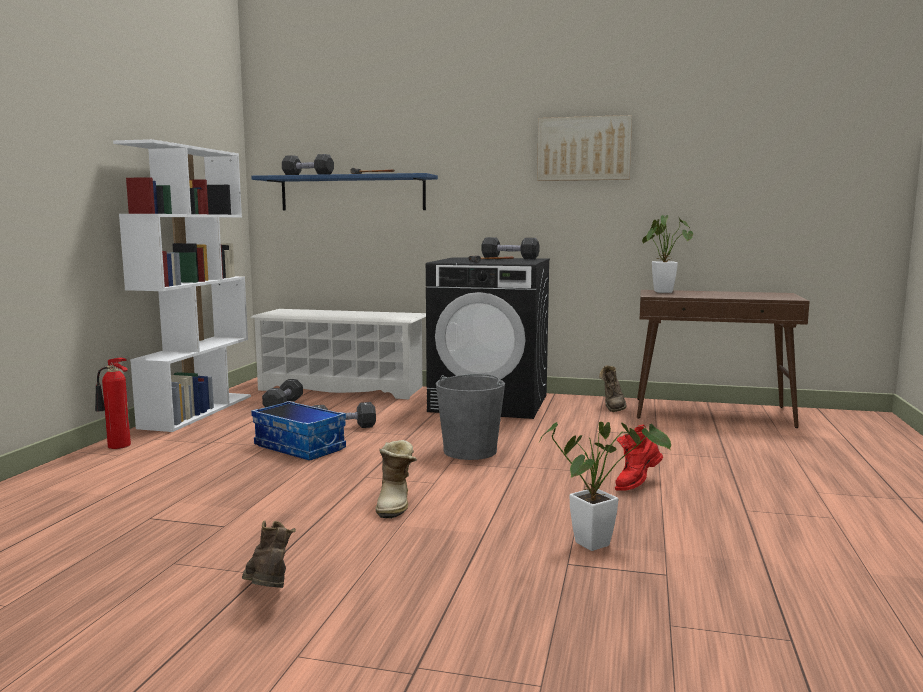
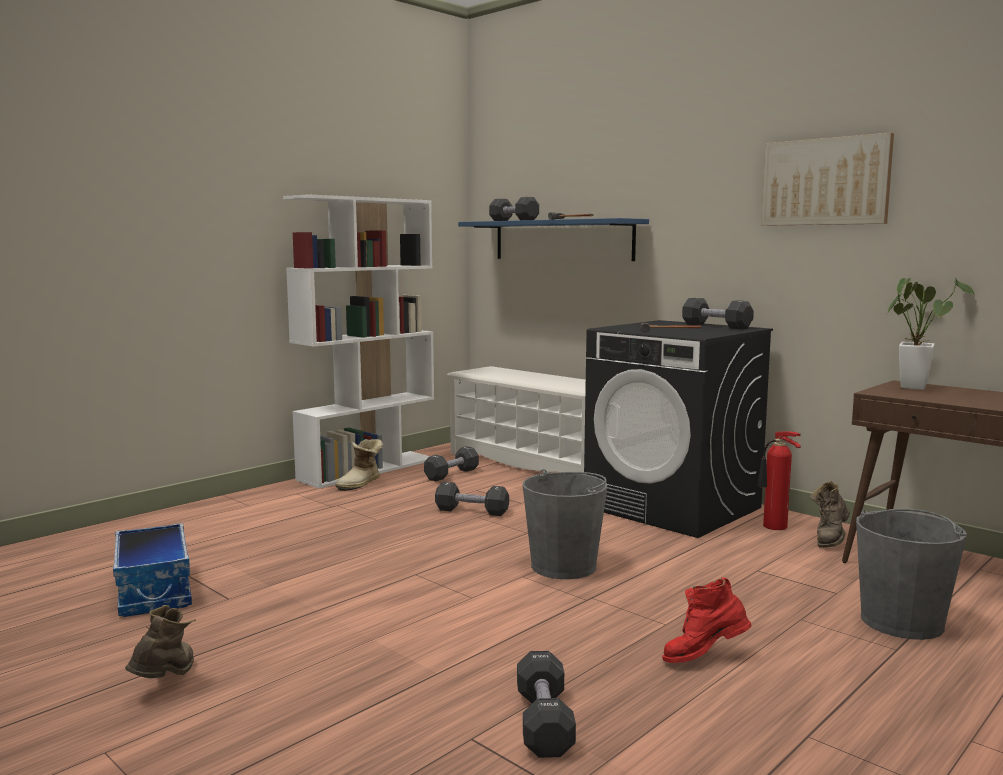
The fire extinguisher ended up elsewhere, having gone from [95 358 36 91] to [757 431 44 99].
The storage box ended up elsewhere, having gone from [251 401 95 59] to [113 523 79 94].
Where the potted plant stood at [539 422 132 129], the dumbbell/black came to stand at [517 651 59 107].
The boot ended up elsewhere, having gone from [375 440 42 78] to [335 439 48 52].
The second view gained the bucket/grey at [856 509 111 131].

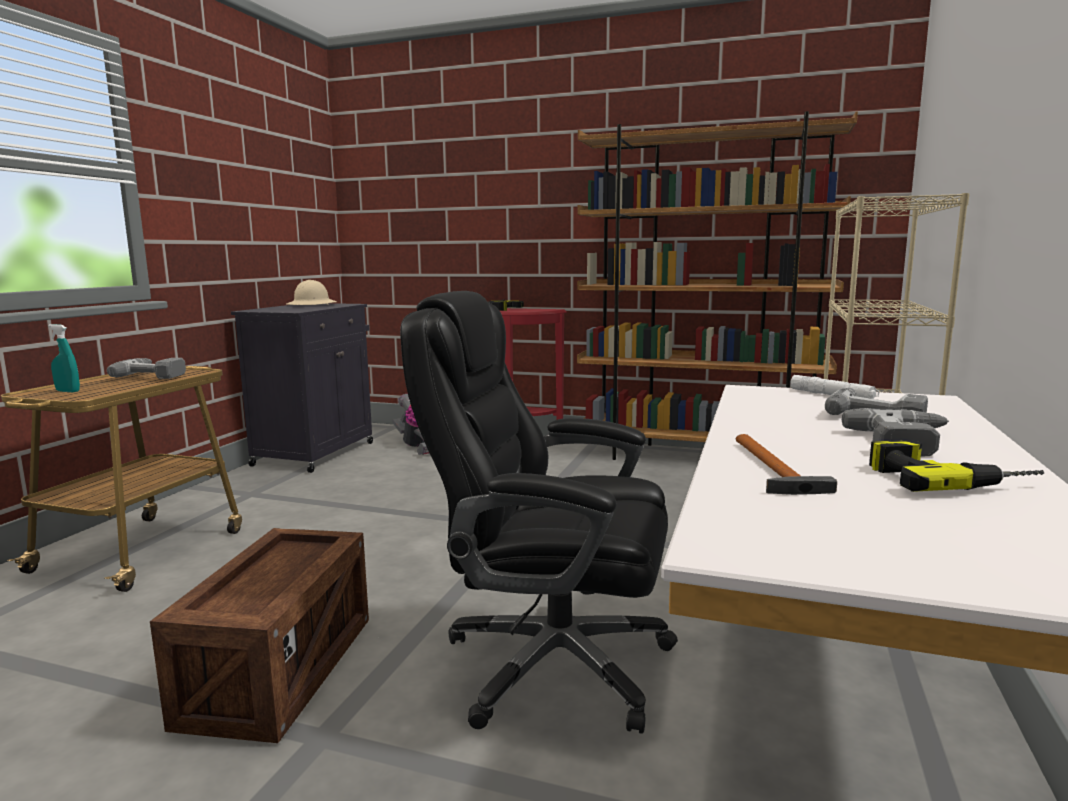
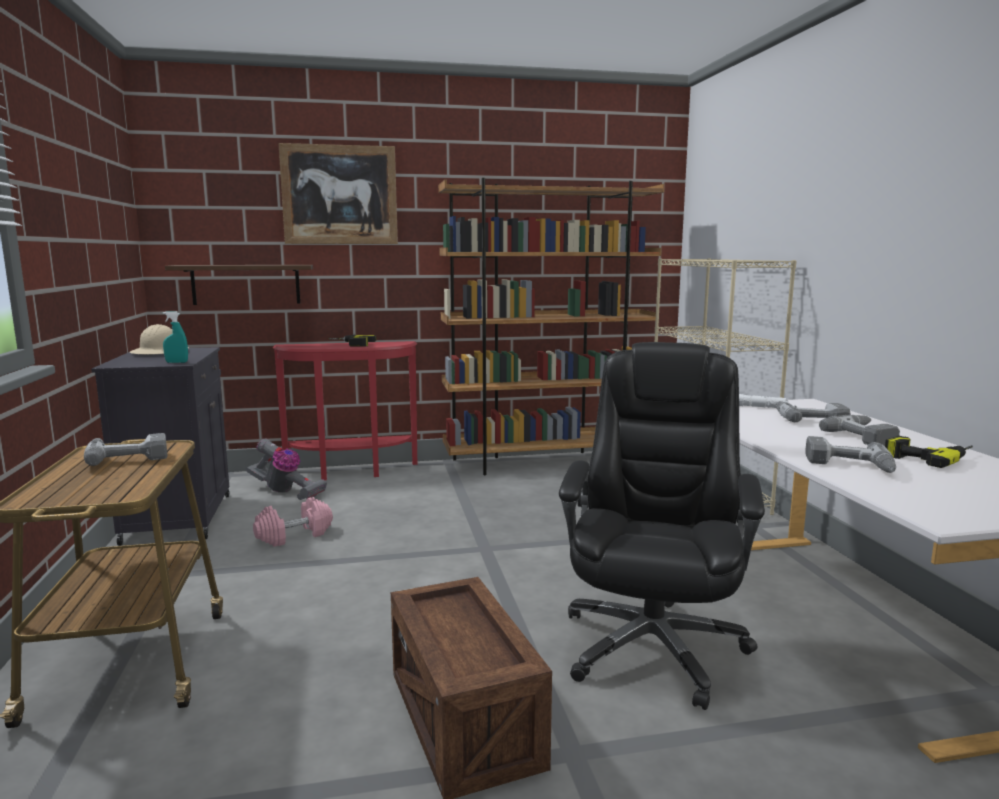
The office chair/black at [400 291 278 443] ended up facing another way, 120 degrees clockwise from before.
The spray bottle/turquoise ended up elsewhere, having gone from [48 324 32 68] to [163 312 25 51].
Where the hammer stood at [736 434 101 61], the power drill came to stand at [806 436 90 37].
The second view gained the picture at [278 143 120 101].
The second view gained the shelf at [165 265 148 40].
The second view gained the dumbbell/pink at [253 497 80 50].

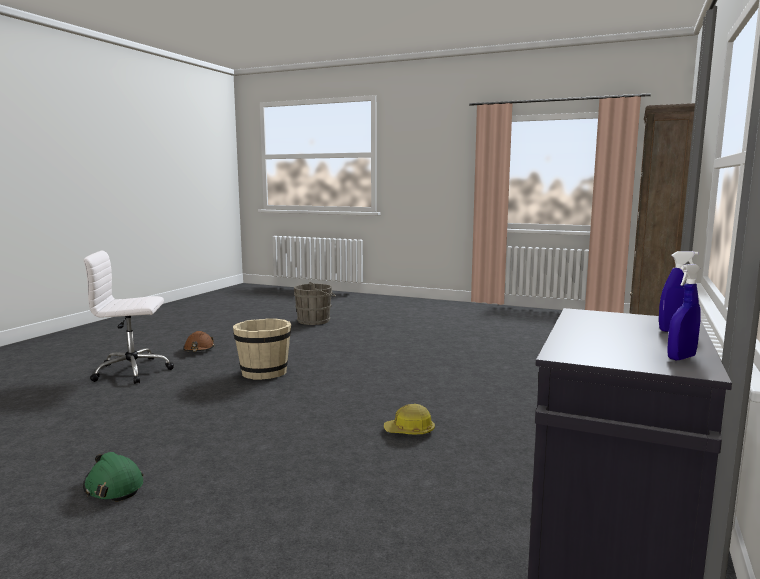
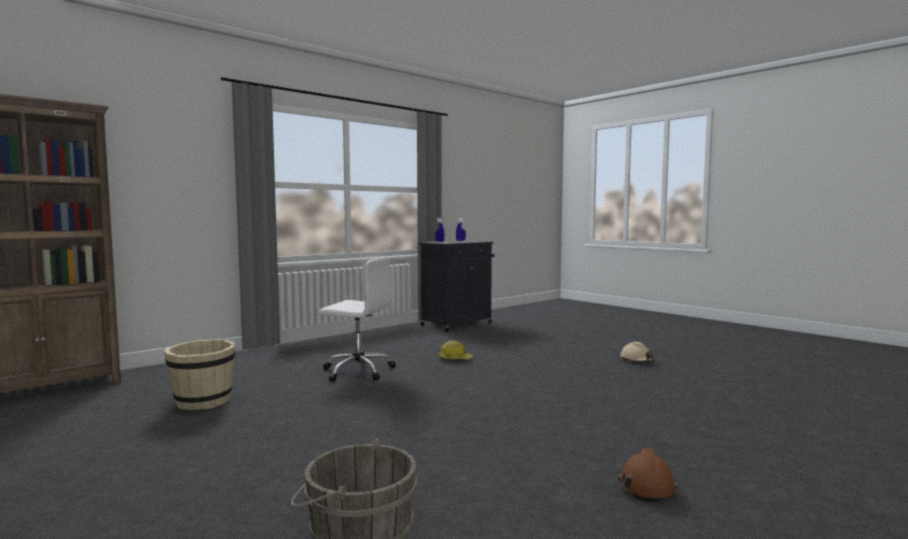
The office chair/white ended up elsewhere, having gone from [84 251 90 133] to [318 257 78 125].
The bucket/beige ended up elsewhere, having gone from [233 318 58 62] to [164 339 71 71].
What was the hard hat/green at [83 452 60 50] turned into the hard hat/beige at [620 342 35 20].

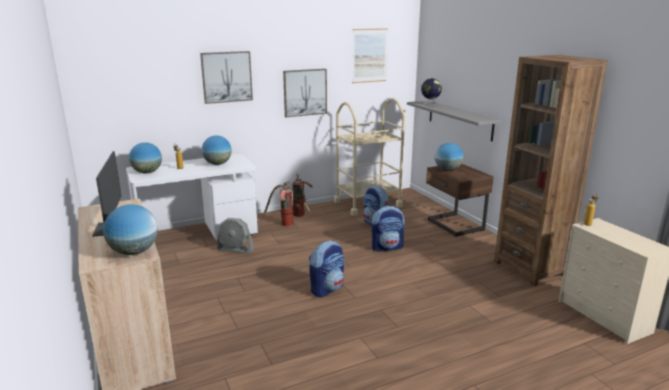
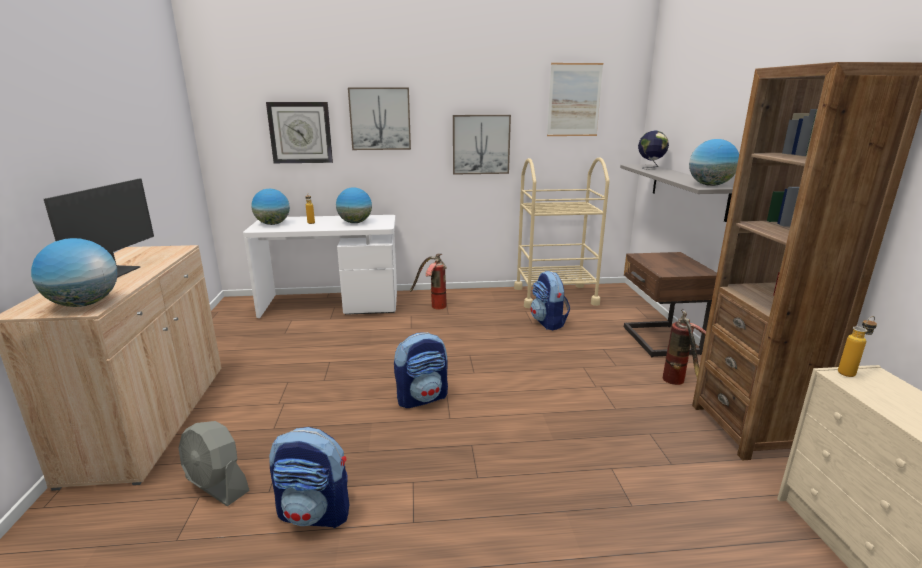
The globe ended up elsewhere, having gone from [435 143 28 28] to [689 139 50 47].
The fire extinguisher ended up elsewhere, having gone from [292 173 21 44] to [662 309 44 76].
The backpack ended up elsewhere, having gone from [371 206 33 45] to [269 427 80 101].
The fan/grey ended up elsewhere, having gone from [217 218 37 36] to [178 421 72 85].
The second view gained the wall clock at [266 102 67 61].

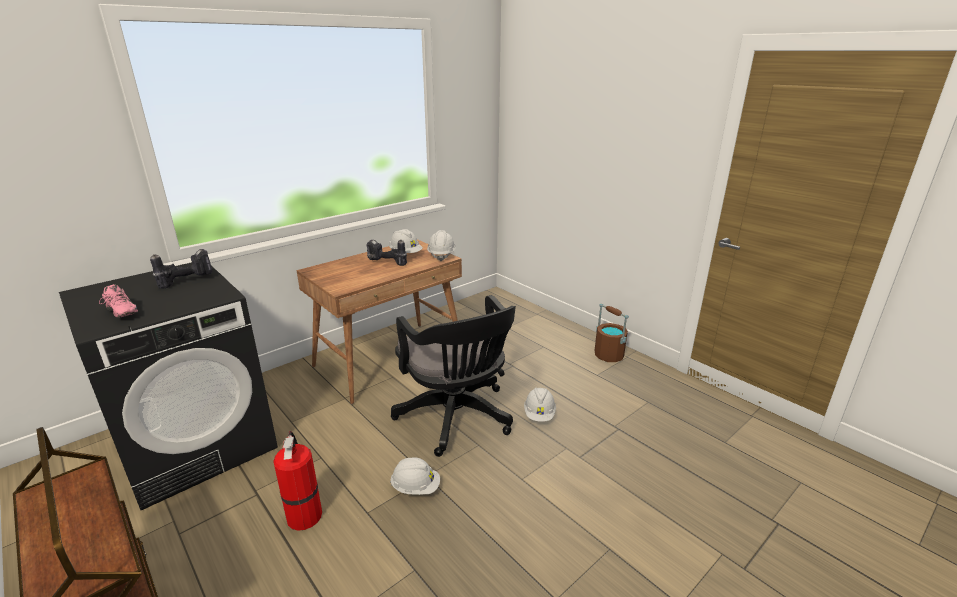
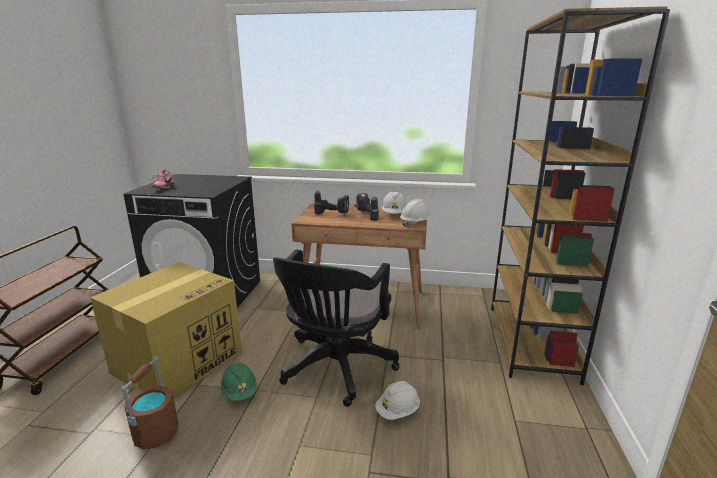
The power drill ended up elsewhere, having gone from [150 249 62 40] to [314 191 35 23].
The bucket/brown ended up elsewhere, having gone from [594 303 35 59] to [121 357 57 93].
Where the fire extinguisher stood at [273 431 49 100], the cardboard box came to stand at [90 262 152 136].
What was the hard hat/white at [390 457 50 38] turned into the hard hat/green at [221 362 36 39].
The second view gained the bookcase/brown at [491 6 179 379].

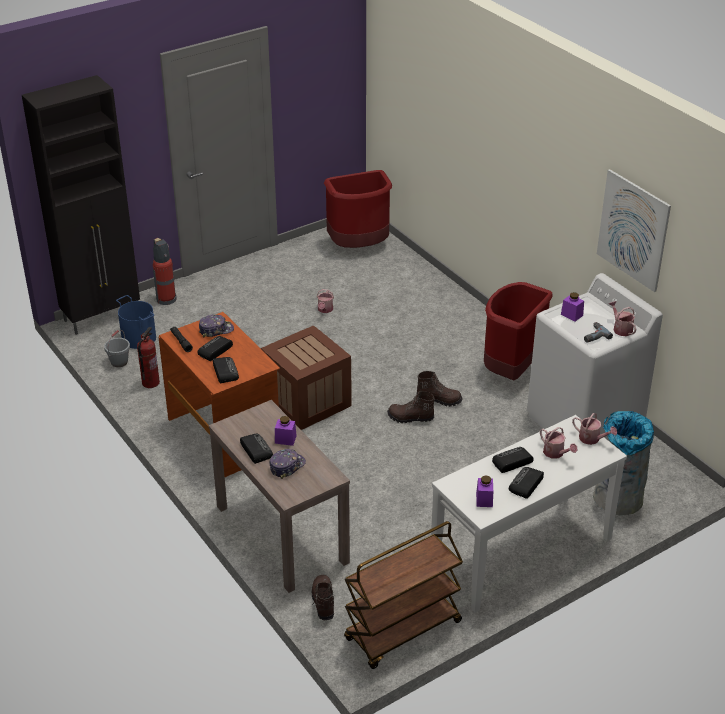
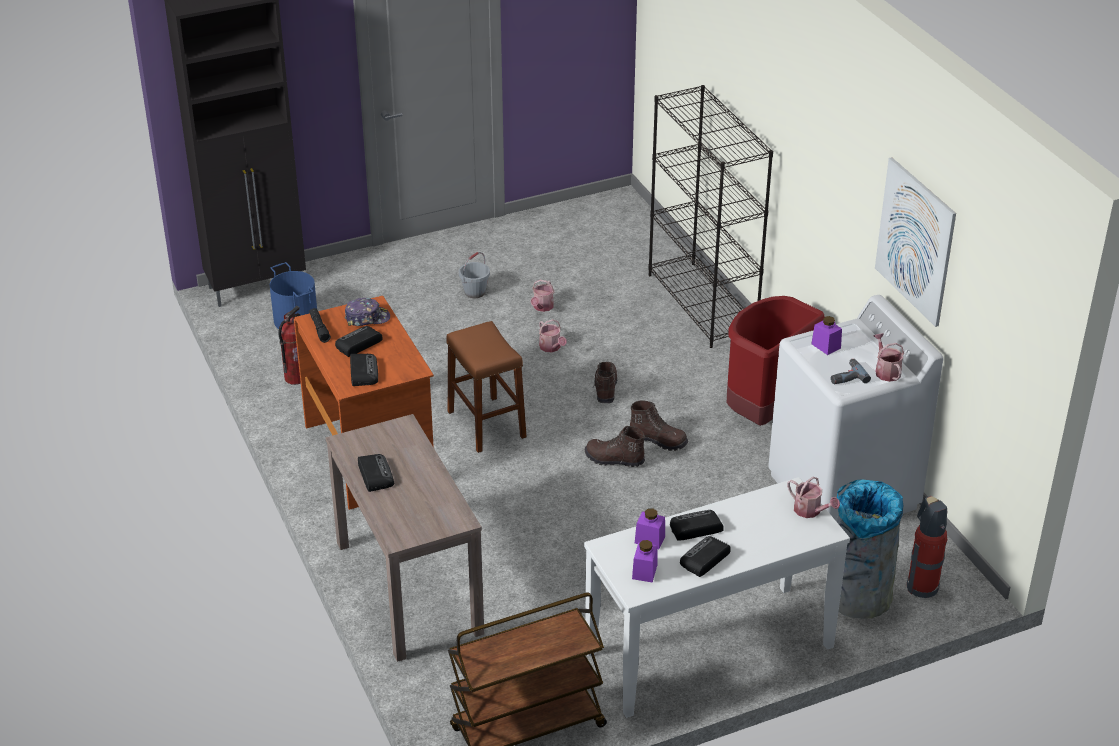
The second view lost the trash can/red at [324 170 68 78].
The fire extinguisher ended up elsewhere, having gone from [153 238 24 67] to [907 496 41 102].
Where the crate stood at [261 325 90 105], the stool/brown came to stand at [447 321 80 132].
The bucket/grey ended up elsewhere, having gone from [104 330 26 37] to [459 252 31 46].
The jar/purple ended up elsewhere, having gone from [275 416 22 30] to [635 508 30 41].
The watering can ended up elsewhere, having gone from [540 427 38 32] to [539 319 28 33].
The second view lost the cap at [269 449 37 30].
The boot/brown ended up elsewhere, having gone from [312 575 22 45] to [592 362 25 41].
The second view gained the bookcase/black at [648 85 125 263].

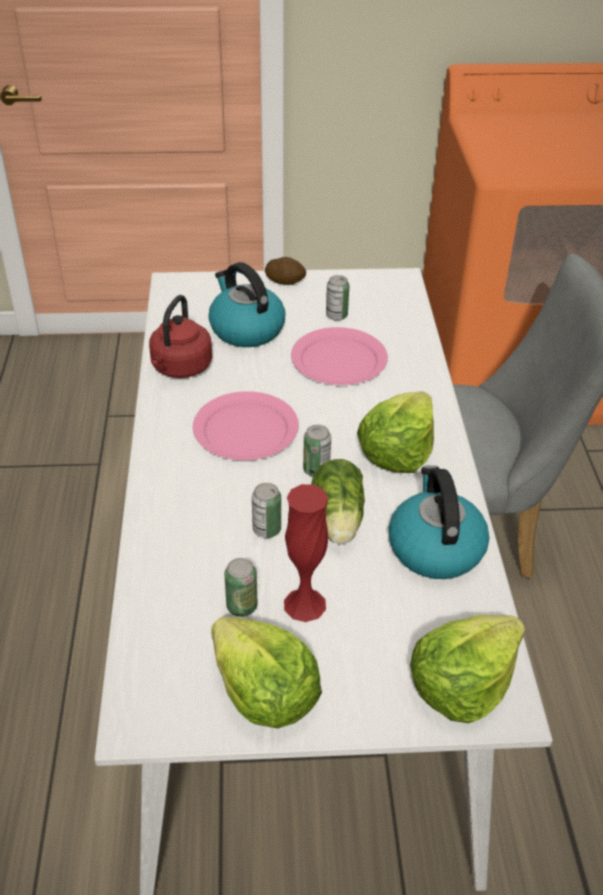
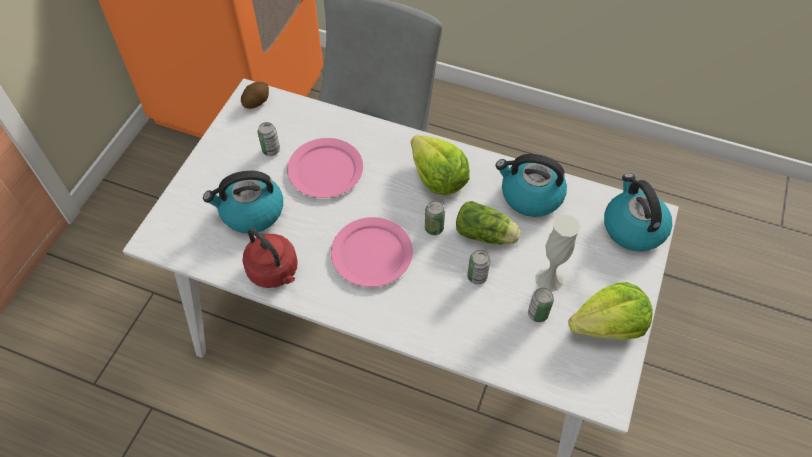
The potato ended up elsewhere, having gone from [265 257 41 28] to [241 82 28 27].
What was the vase/red at [284 484 44 138] turned into the vase/white at [535 215 45 77].
Where the lettuce stood at [410 615 115 108], the kettle came to stand at [604 174 68 78].

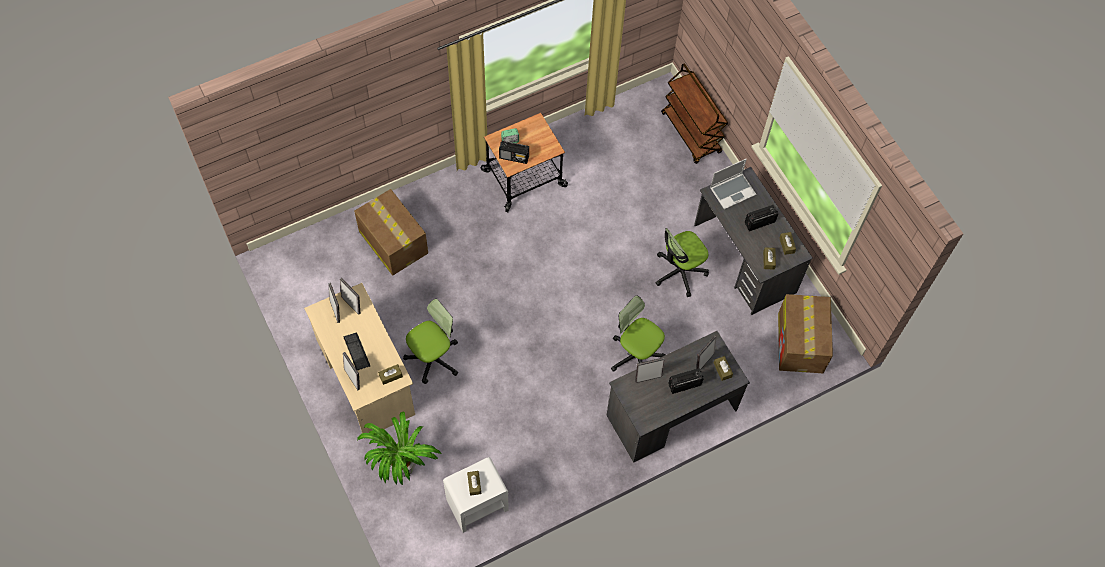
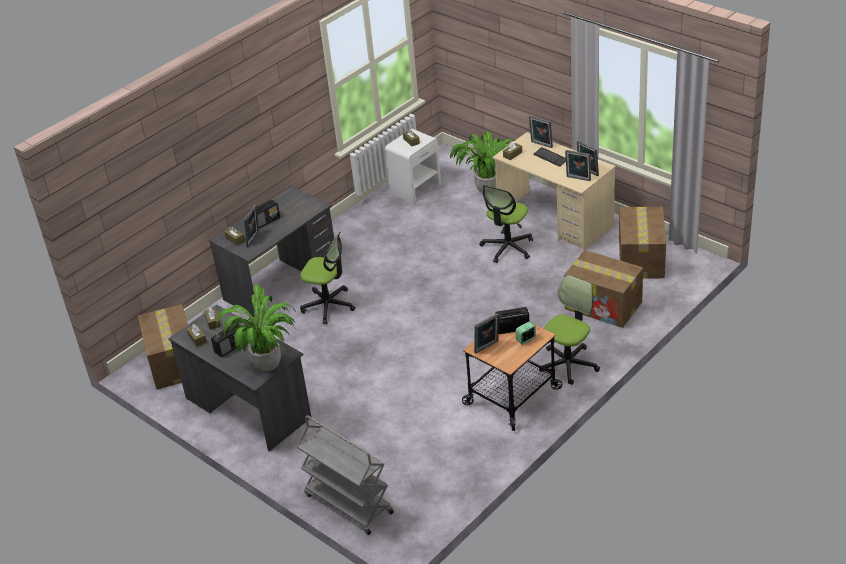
What was the cart/brown at [661 64 67 100] turned into the cart/grey at [296 415 98 120].
Where the laptop stood at [710 159 46 51], the potted plant came to stand at [216 284 80 88].
The office chair ended up elsewhere, having gone from [656 228 53 69] to [539 275 61 110].
The picture frame ended up elsewhere, having gone from [635 357 30 26] to [474 313 25 41].
The second view gained the cardboard box at [619 207 47 71].

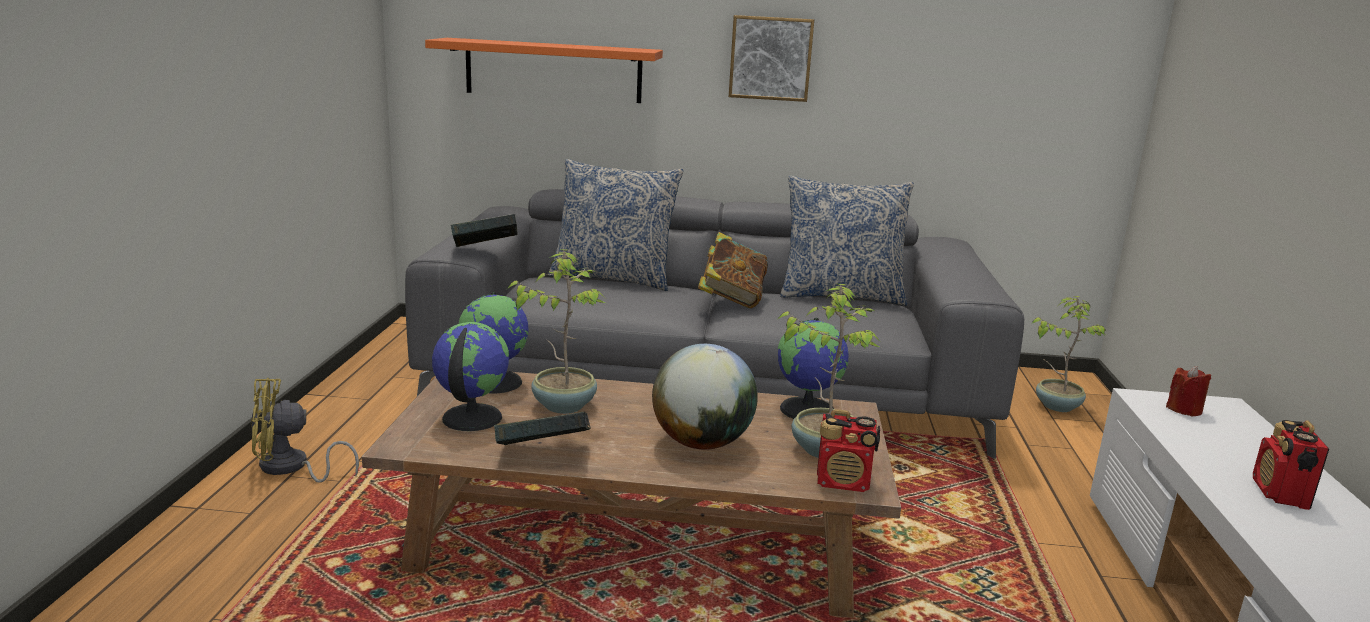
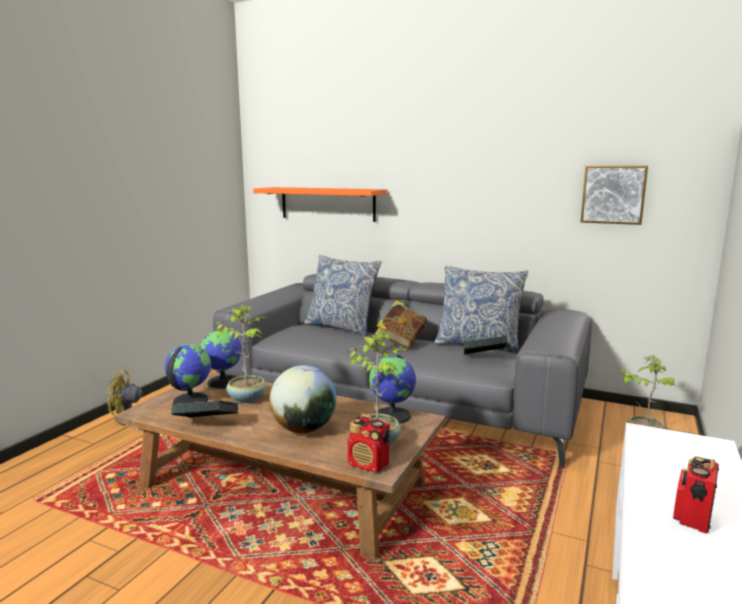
The picture ended up elsewhere, having gone from [729 15 85 87] to [581 166 67 59].
The book ended up elsewhere, having gone from [451 214 67 33] to [463 336 44 18].
The second view lost the candle/red at [1166 366 45 50].

